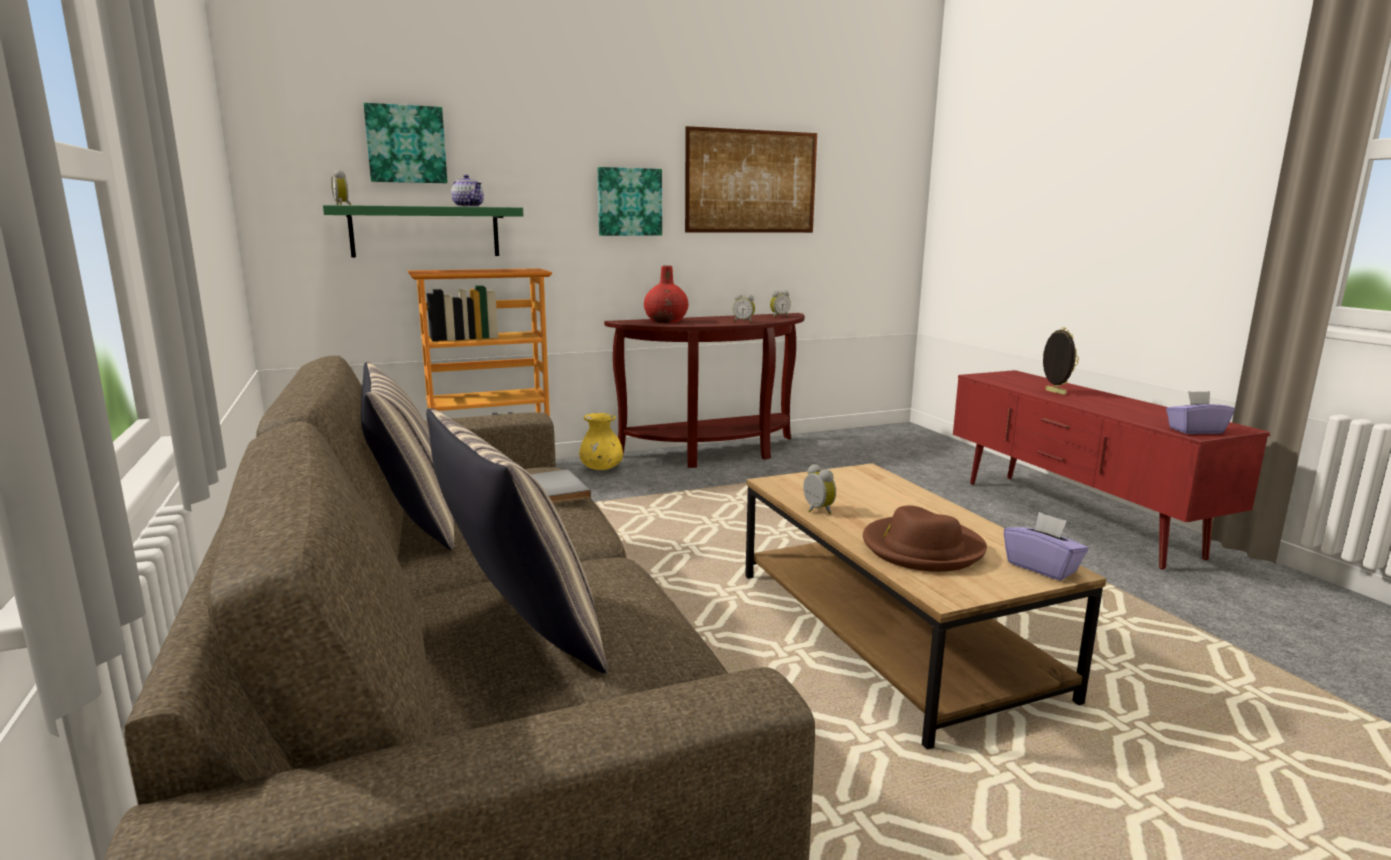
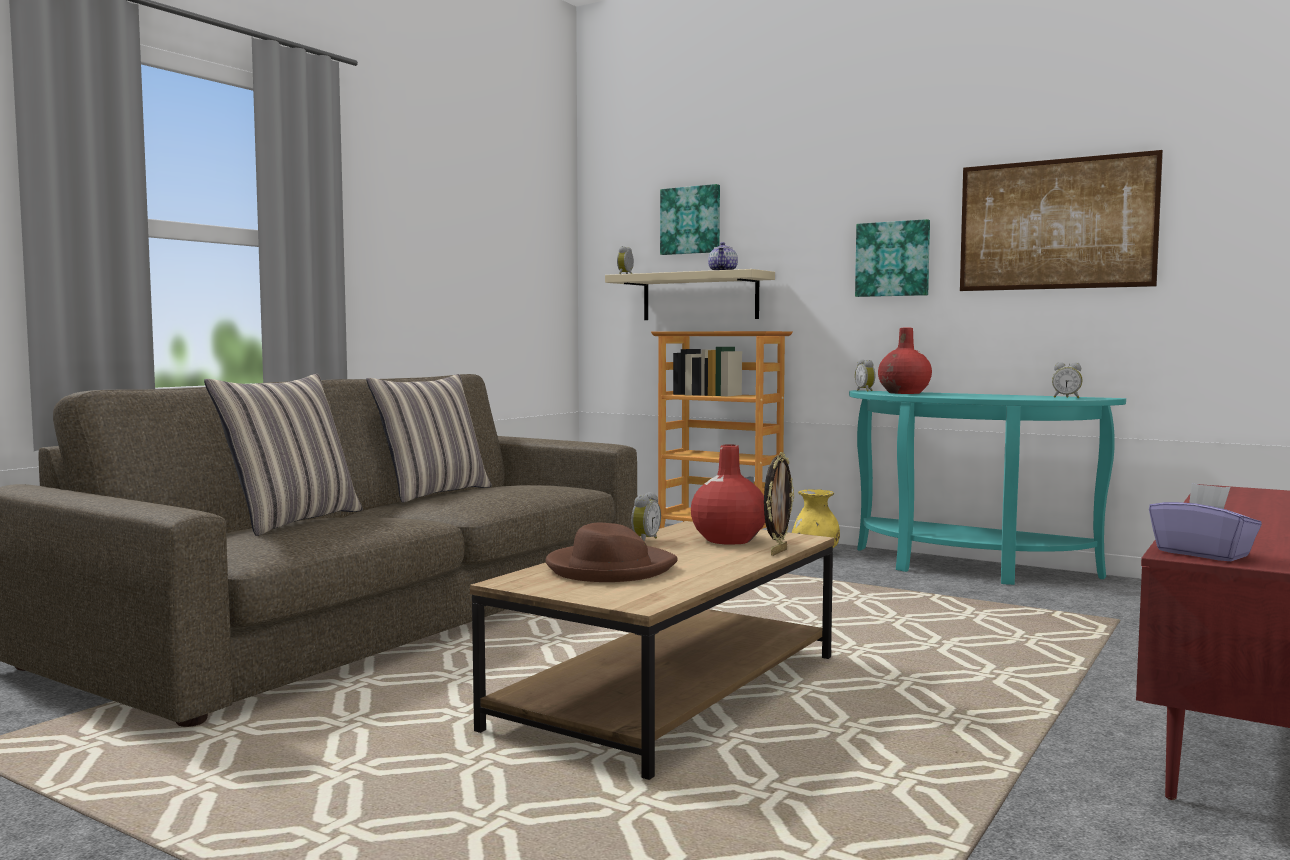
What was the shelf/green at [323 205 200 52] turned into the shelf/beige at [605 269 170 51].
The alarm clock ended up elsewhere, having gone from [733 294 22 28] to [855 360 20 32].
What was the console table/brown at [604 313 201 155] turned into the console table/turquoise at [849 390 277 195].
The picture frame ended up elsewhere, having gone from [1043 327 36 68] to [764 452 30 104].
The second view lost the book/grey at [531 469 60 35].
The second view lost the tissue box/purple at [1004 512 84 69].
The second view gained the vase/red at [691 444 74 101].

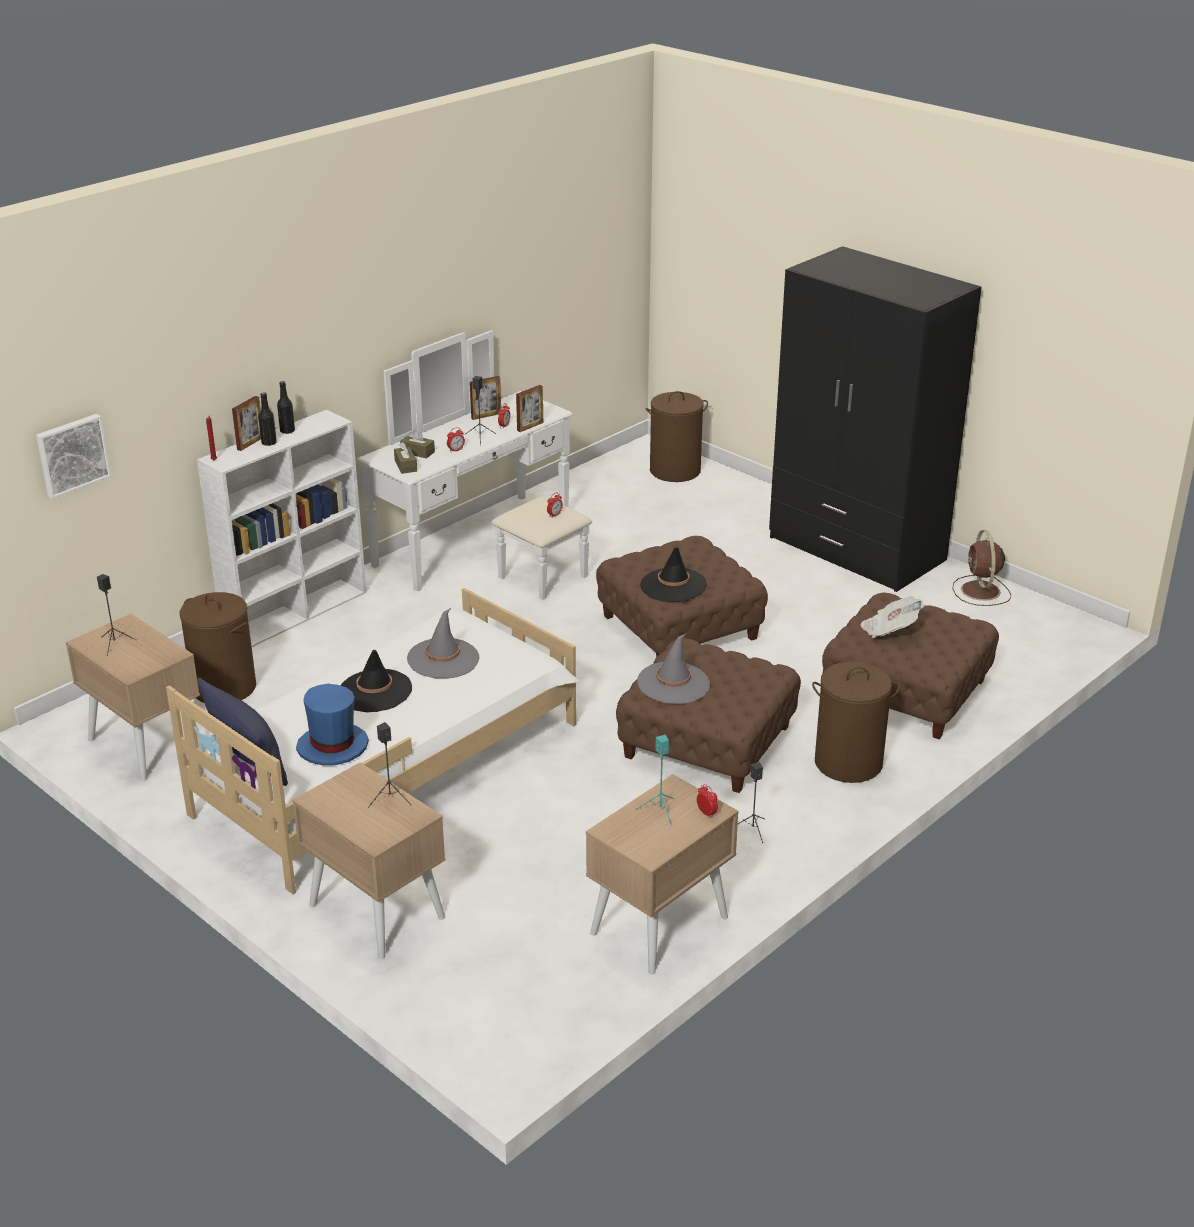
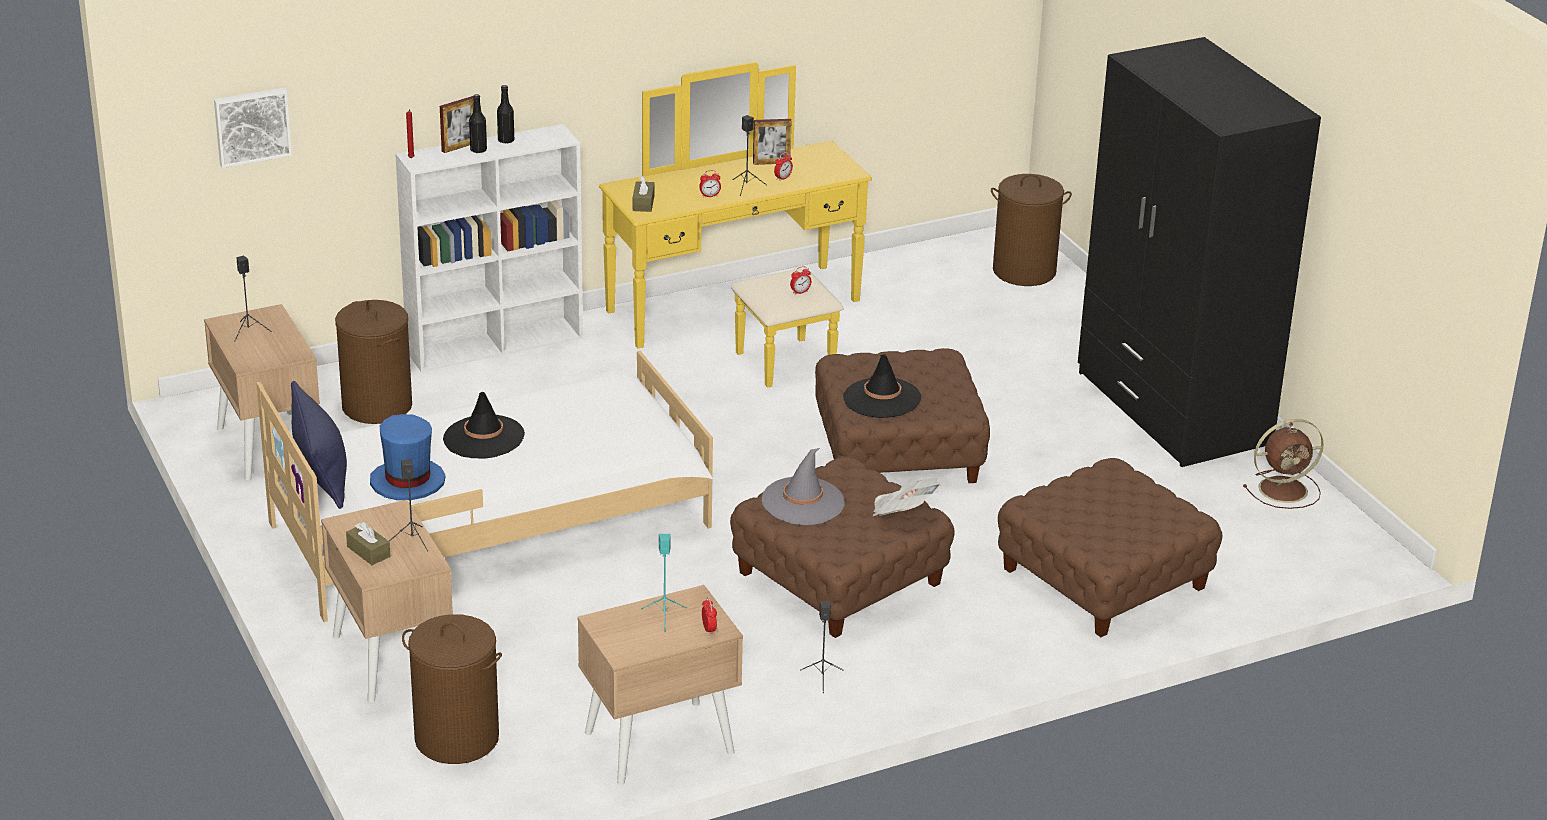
What was the dresser/white at [358 330 234 270] turned into the dresser/yellow at [599 62 273 326].
The second view lost the picture frame at [516 385 27 47].
The tissue box/brown ended up elsewhere, having gone from [400 429 35 29] to [346 522 44 43].
The fan/brown at [953 530 58 76] ended up facing another way, 120 degrees counterclockwise from before.
The newspaper ended up elsewhere, having gone from [860 596 64 42] to [873 478 68 38].
The second view lost the hat/grey at [407 608 73 70].
The laundry basket/brown ended up elsewhere, having gone from [812 662 88 121] to [402 614 100 150].

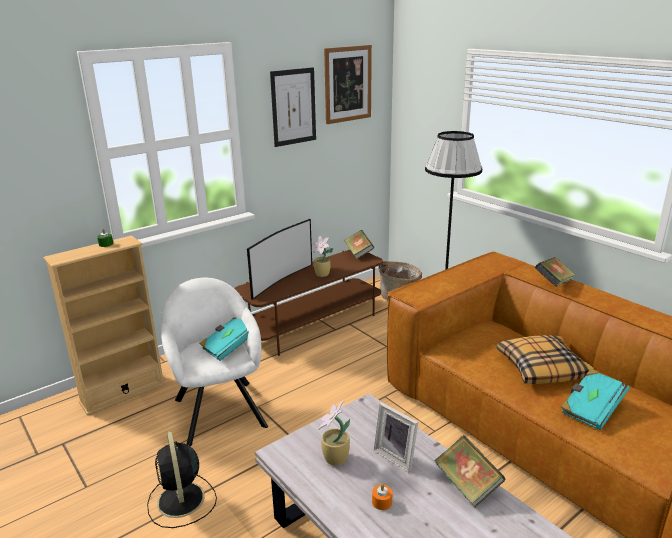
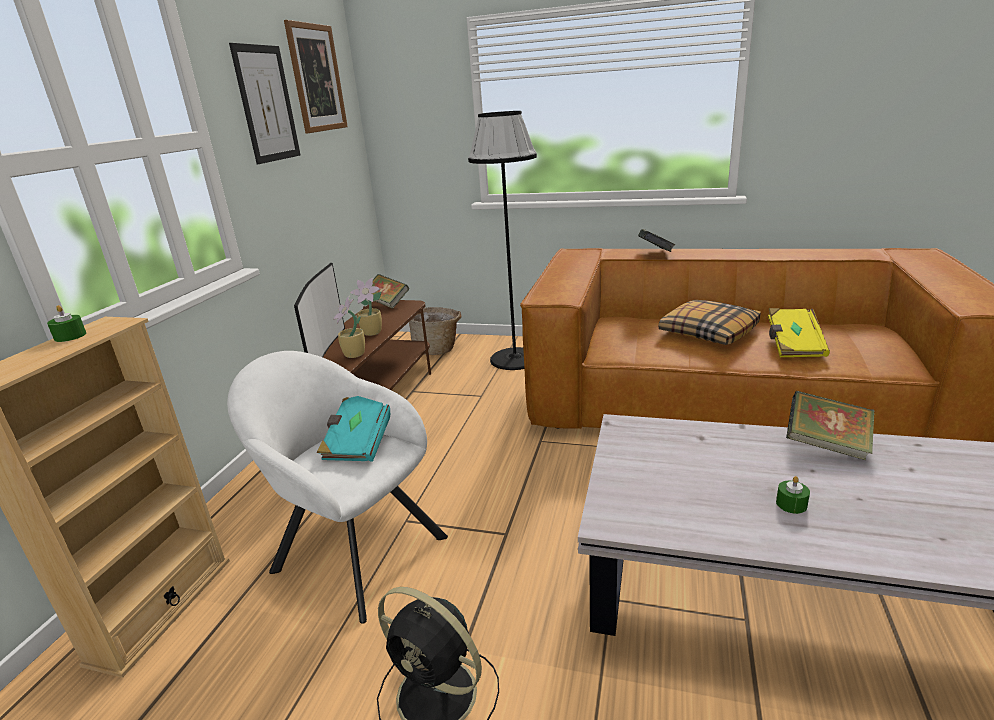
What was the book/turquoise at [561 369 69 61] turned into the book/yellow at [768 308 62 49].
The potted plant ended up elsewhere, having gone from [319 401 31 65] to [333 296 32 62].
The second view lost the picture frame at [374 402 44 70].
What was the candle/orange at [372 484 20 26] turned into the candle/green at [776 476 34 38].

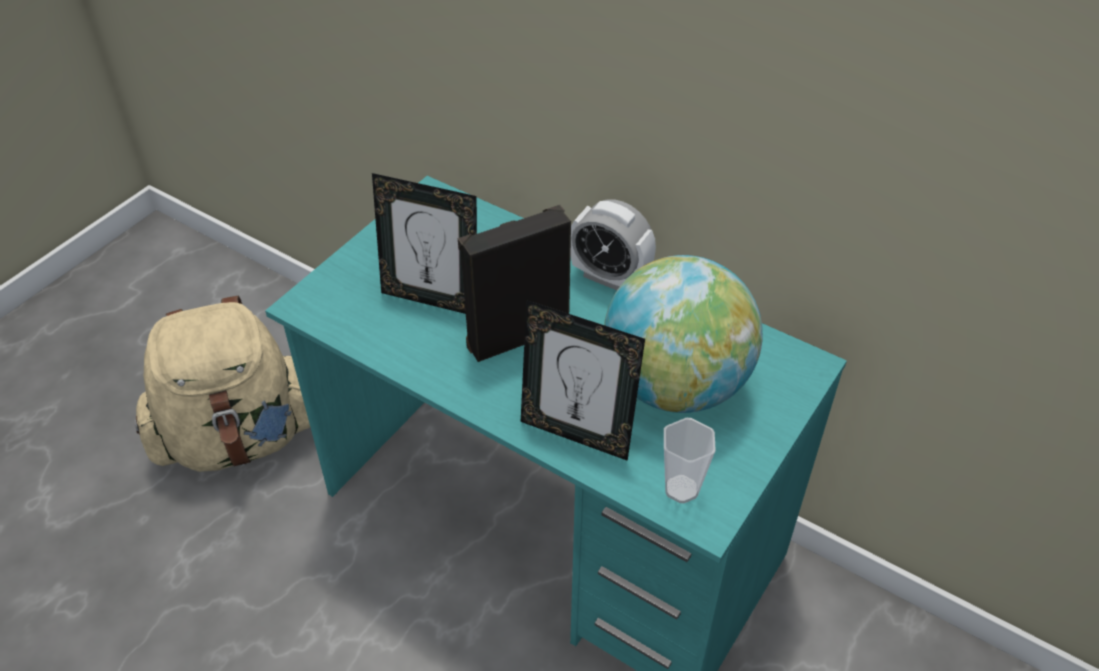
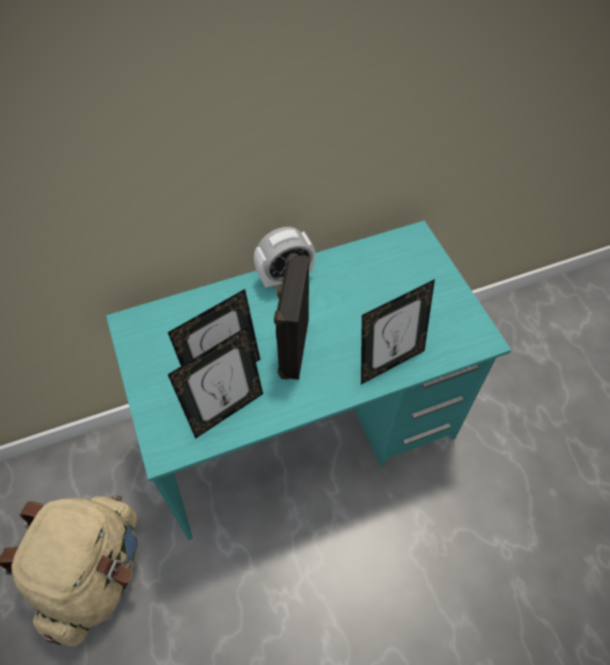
The second view lost the globe at [604 255 159 158].
The second view lost the cup at [664 418 52 85].
The second view gained the picture frame at [168 326 95 113].

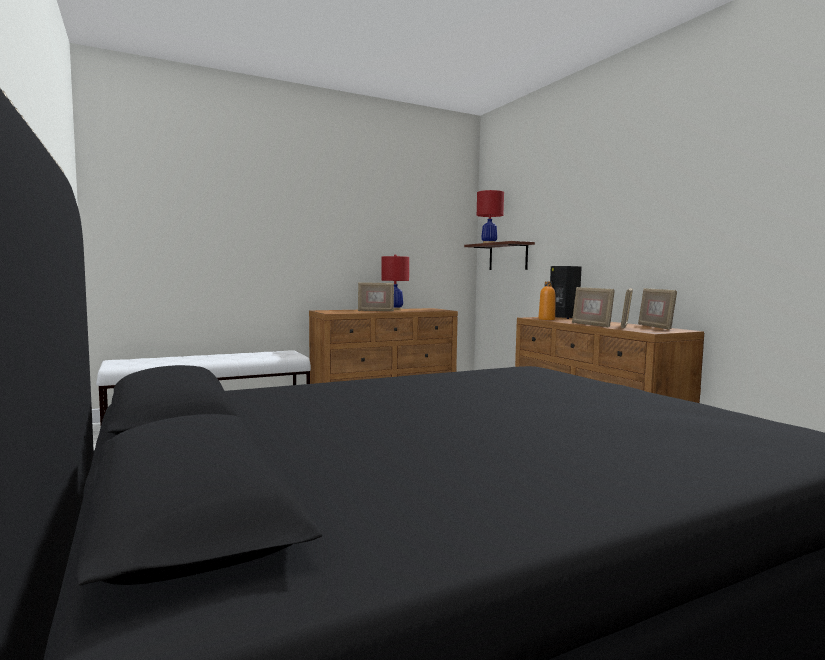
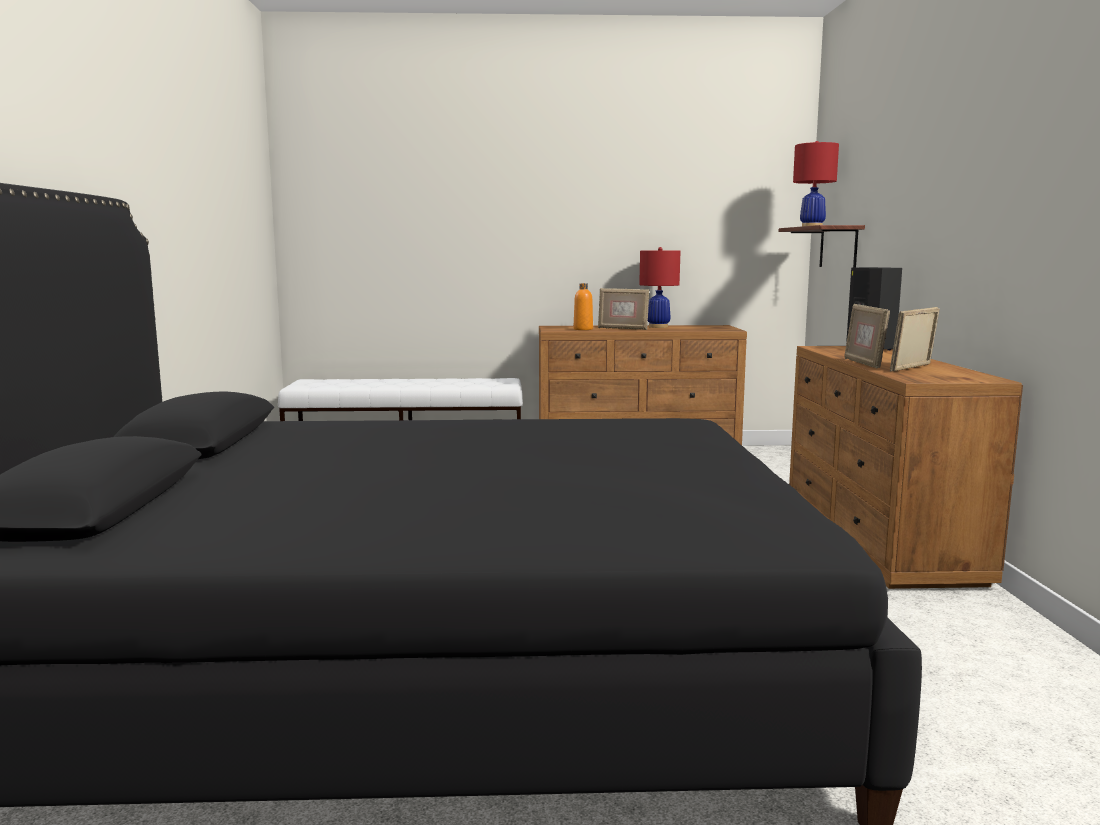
The bottle/orange ended up elsewhere, having gone from [539 282 16 38] to [574 283 19 47].
The second view lost the picture frame at [638 288 39 41].

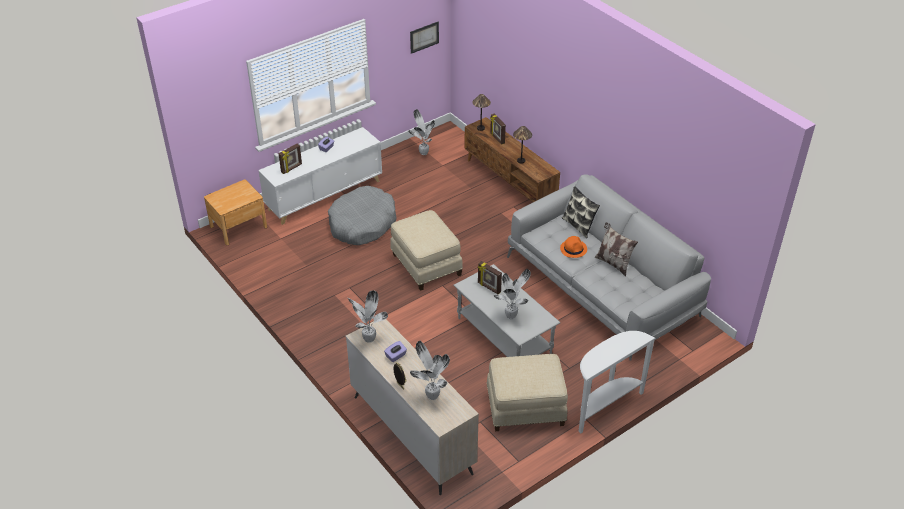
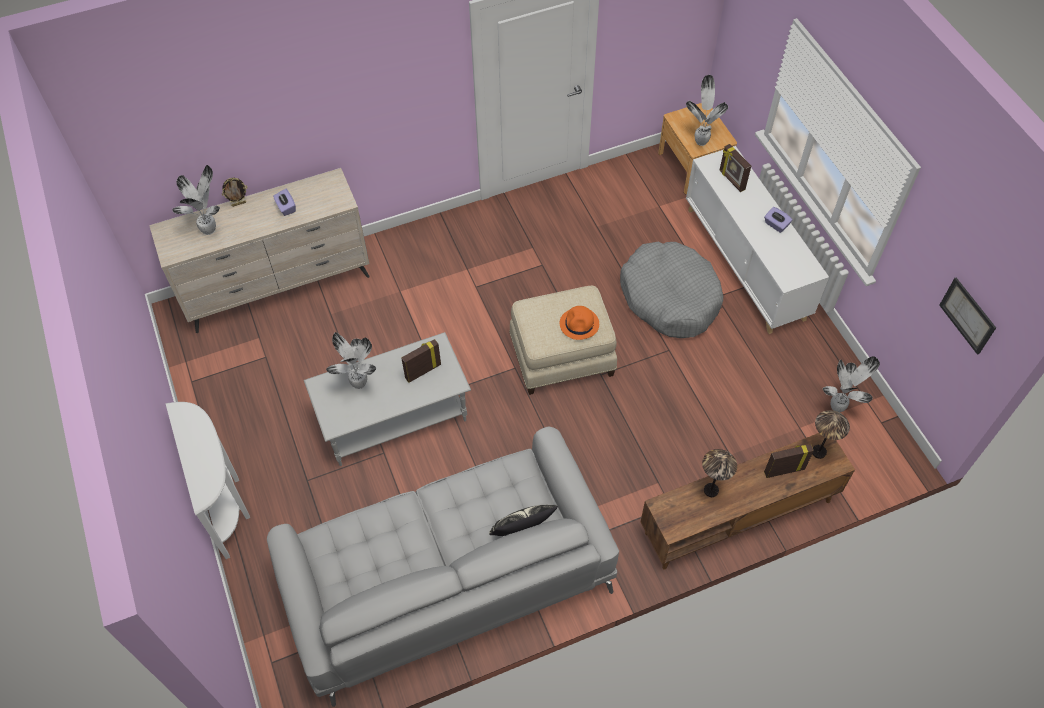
The second view lost the pillow at [594 222 44 54].
The hat/orange ended up elsewhere, having gone from [560 236 27 22] to [560 306 39 34].
The potted plant ended up elsewhere, having gone from [347 290 41 53] to [686 75 42 71].
The second view lost the ottoman/beige at [487 354 81 77].

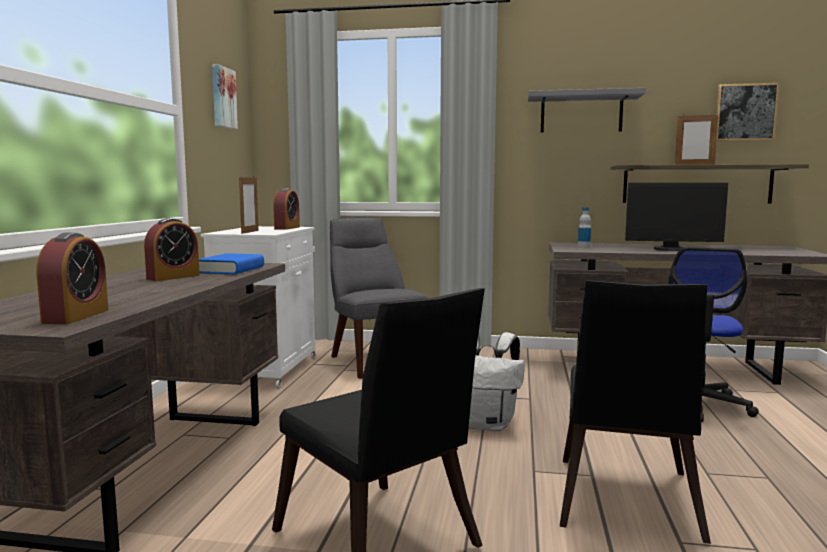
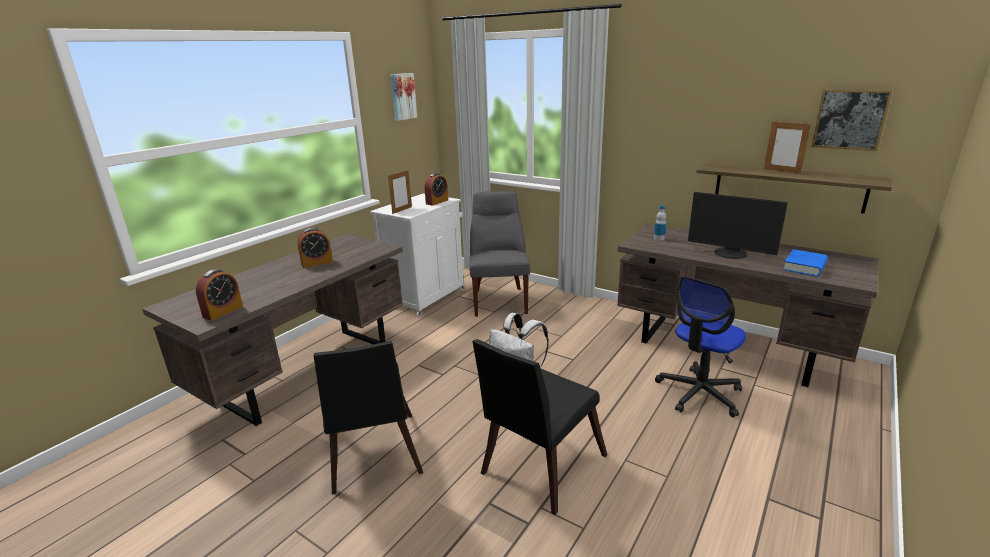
The second view lost the shelf/grey at [528 88 118 45].
The book/blue ended up elsewhere, having gone from [199 253 65 21] to [783 249 45 27].

